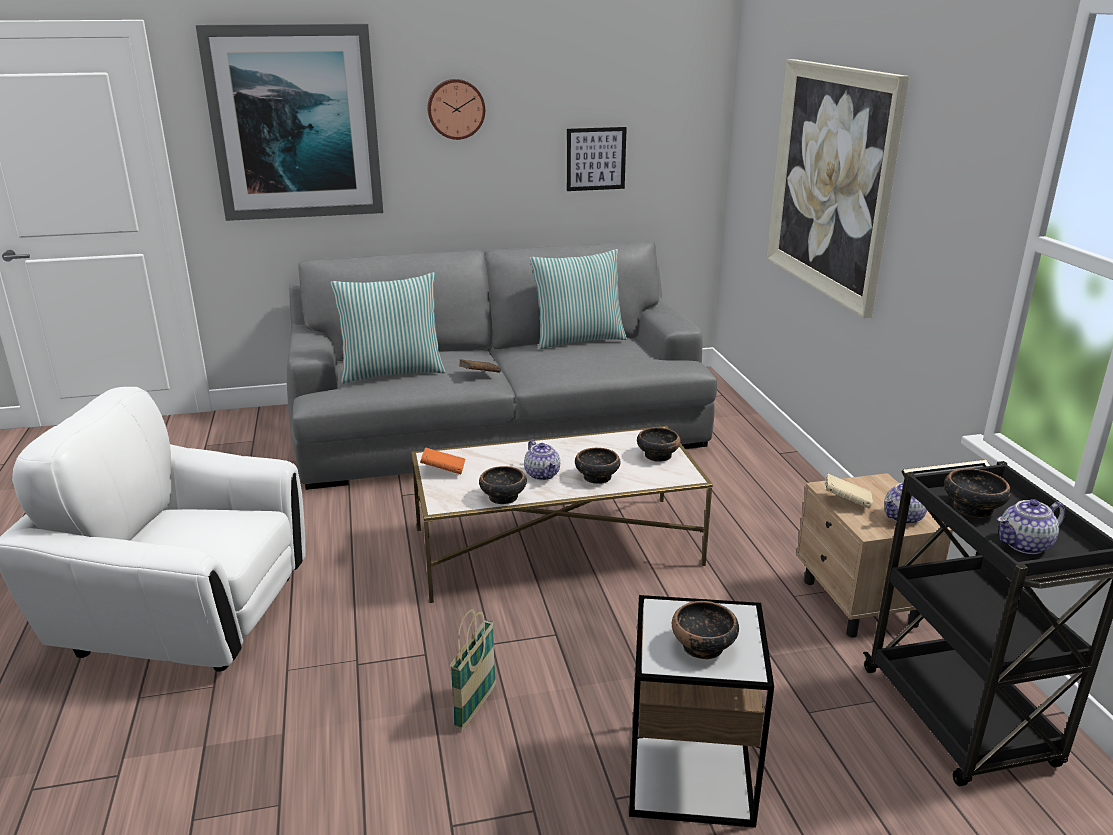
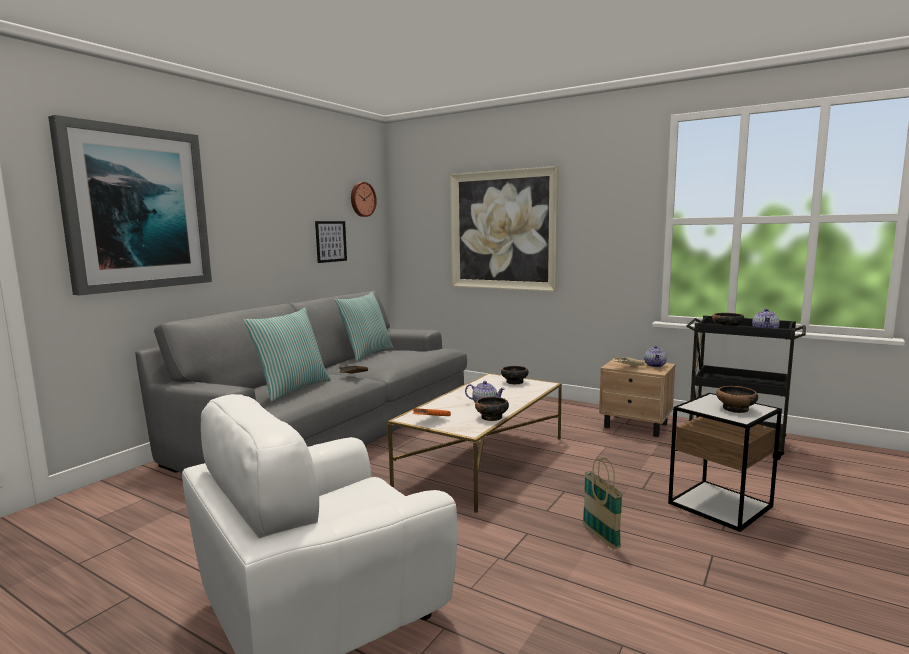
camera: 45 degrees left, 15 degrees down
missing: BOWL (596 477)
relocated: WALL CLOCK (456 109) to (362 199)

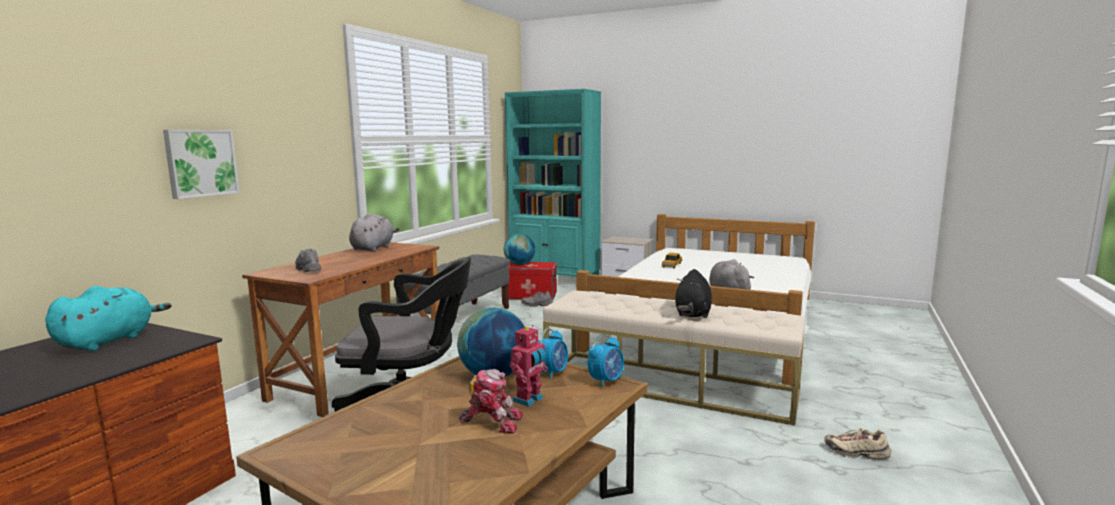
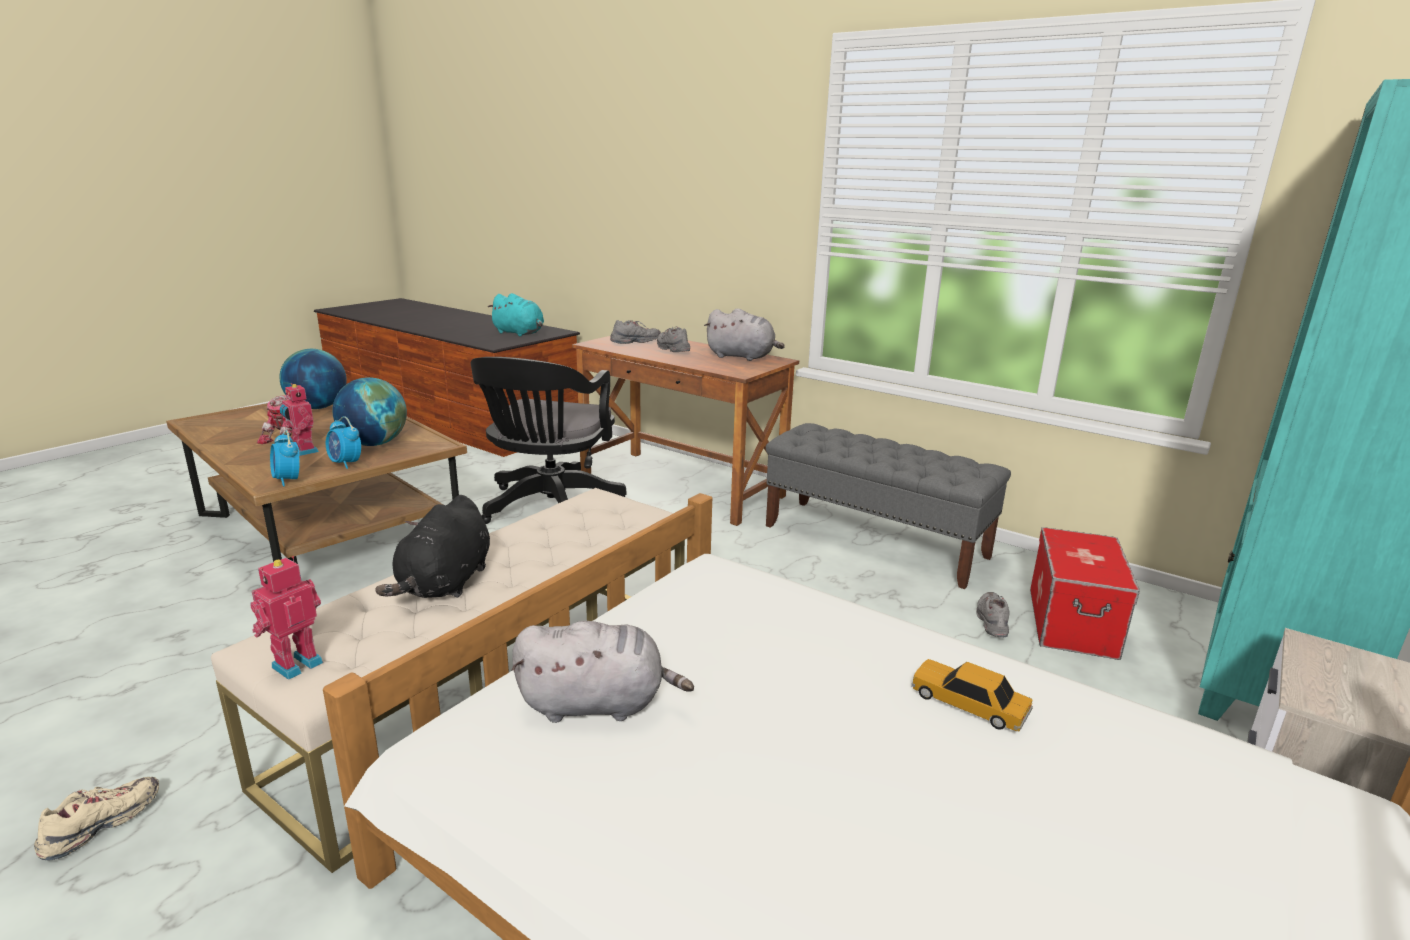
camera: 100 degrees right, 10 degrees up
missing: PICTURE (201 163)
appeared: TOY ROBOT (295 664); GREY SHOE (672 349)
relocated: GLOBE (519 264) to (318 407)
spun: BLACK PLUSH TOY (692 314) = (445 584) 105 degrees counterclockwise

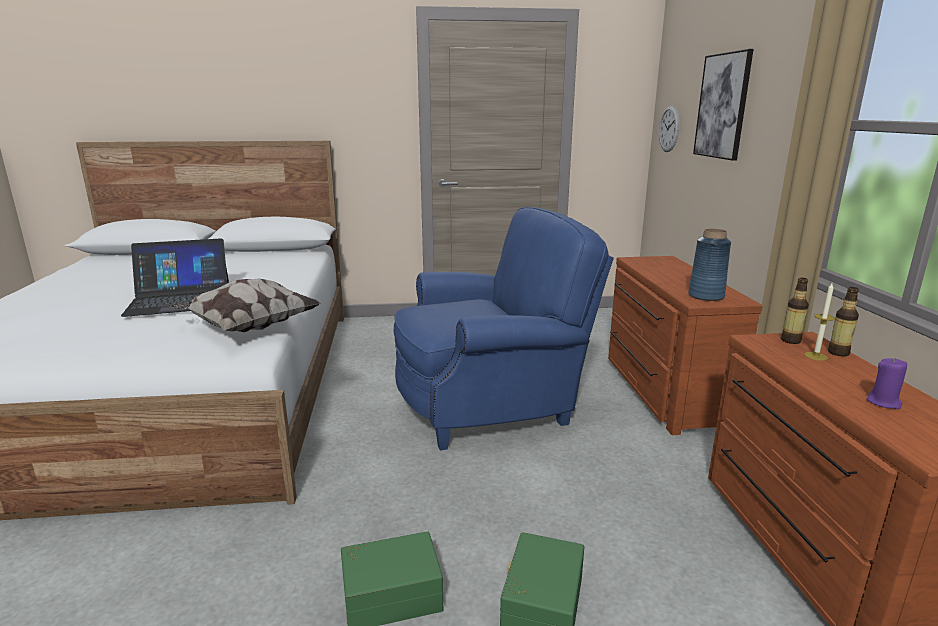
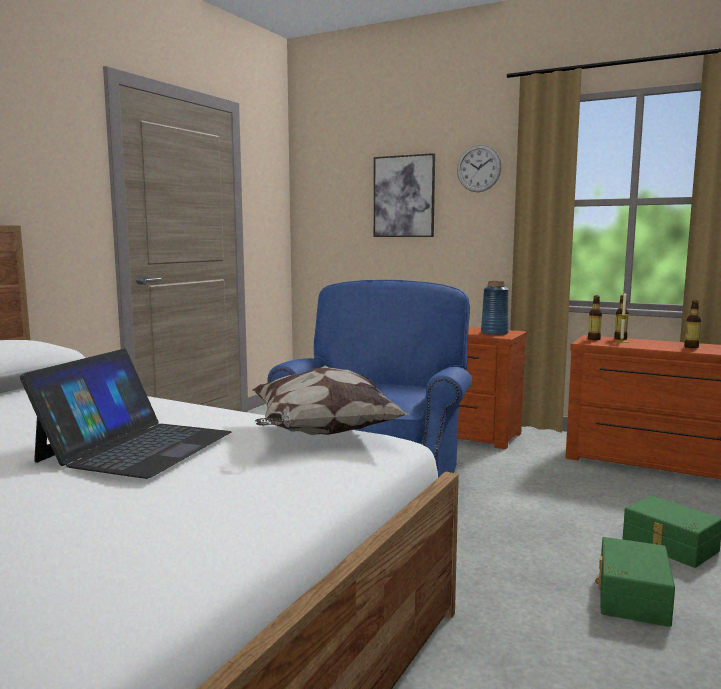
camera: 55 degrees left, 10 degrees down
relocated: WALL CLOCK (669 129) to (478 168)
exchanged: PURPLE CANDLE (884 402) to BOTTLE (691 347)

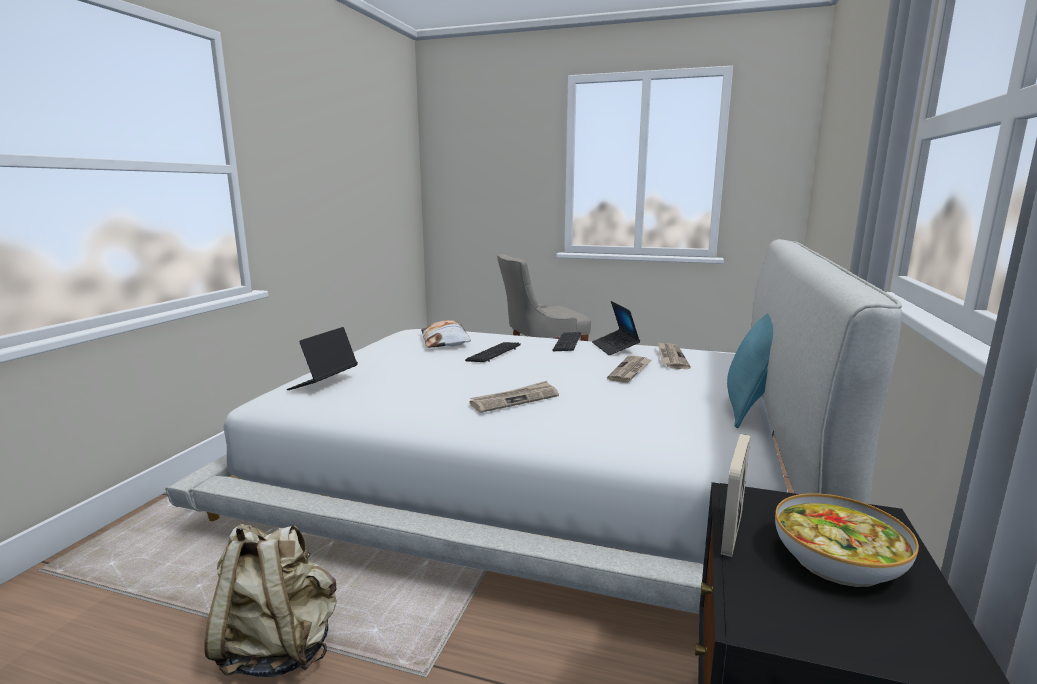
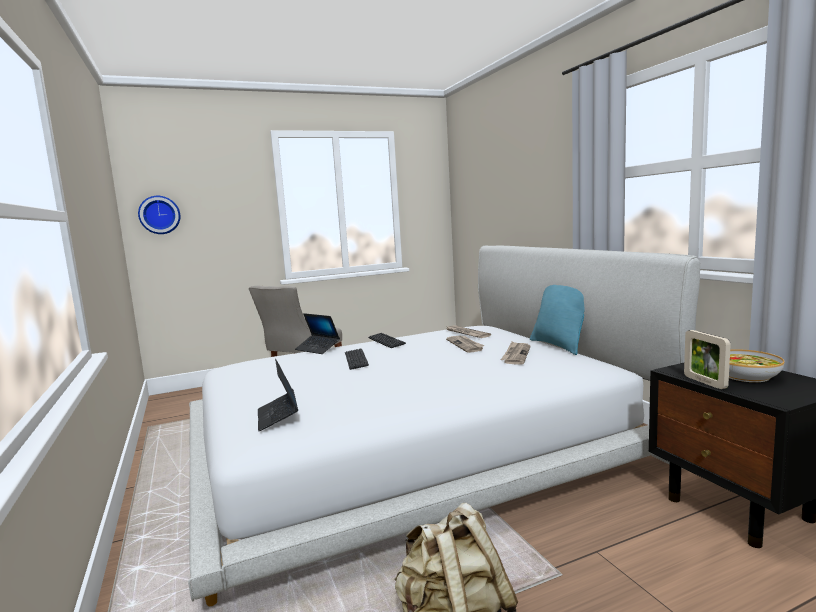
camera: 40 degrees left, 5 degrees down
missing: PILLOW (445 341)
appeared: WALL CLOCK (159 215)
relocated: NEWSPAPER (515 399) to (516 355); LAPTOP (615 348) to (317 349)

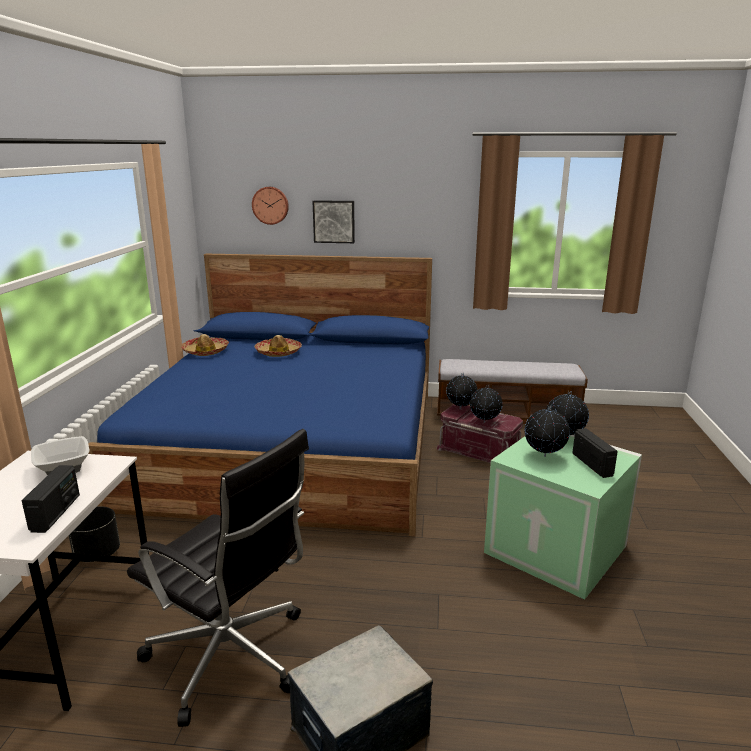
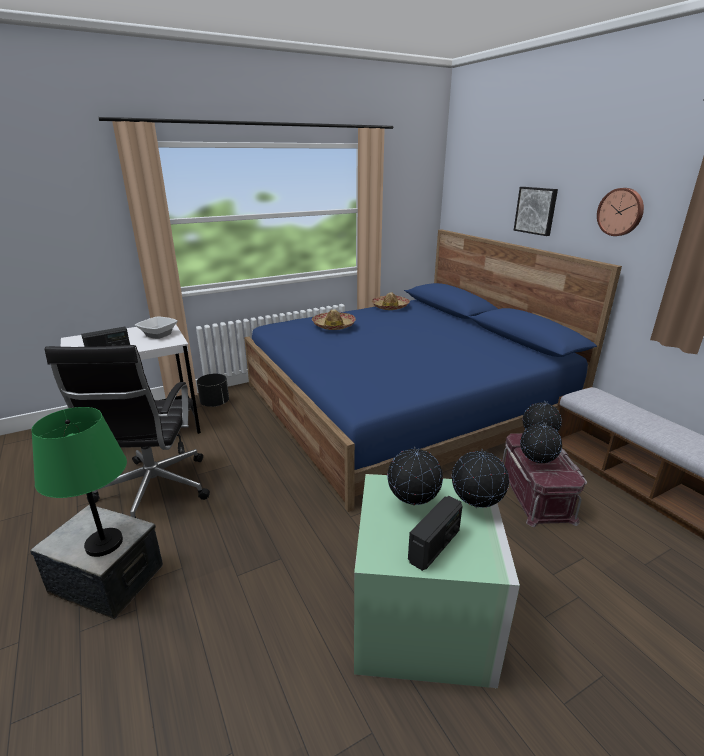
camera: 55 degrees right, 5 degrees up
appeared: GREEN TABLE LAMP (104 543)
relocated: WALL CLOCK (270 205) to (621 212); HAT (278 352) to (333 326)

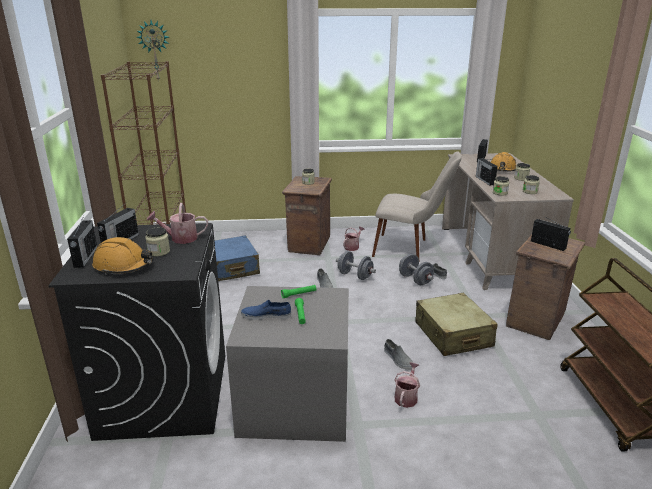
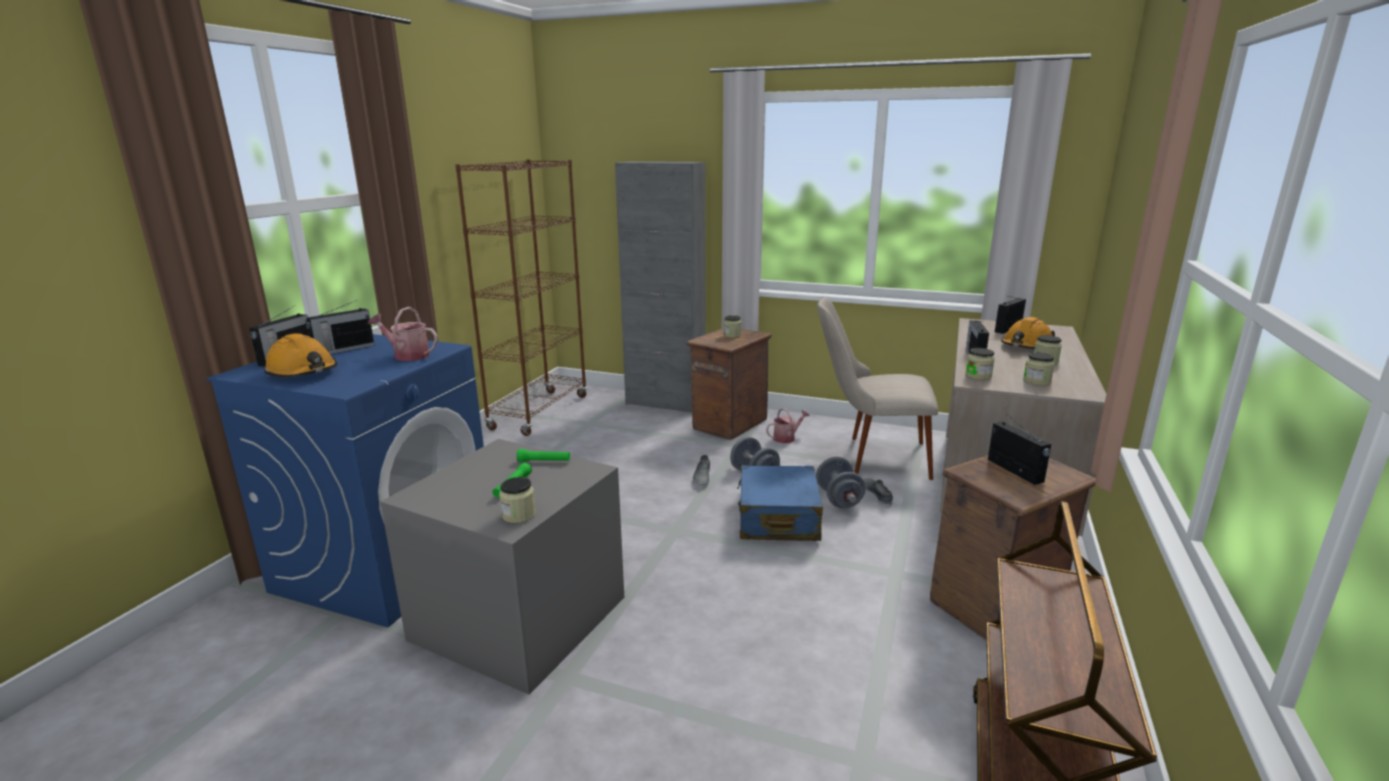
camera: 25 degrees right, 5 degrees down
missing: WALL CLOCK (155 50); BLUE SHOE (266 315); GREY SHOE (398 359); WATERING CAN (406 397); BEIGE SUITCASE (453 335)
appeared: GREY CABINET (665 403)
relocated: JAR (159 252) to (519 515); BLUE SUITCASE (232 268) to (778 518)
colour: BLACK WASHING MACHINE (164 394) to BLUE WASHING MACHINE (388 562)
spun: BEIGE CHAIR (411 249) = (871 456) 150 degrees clockwise

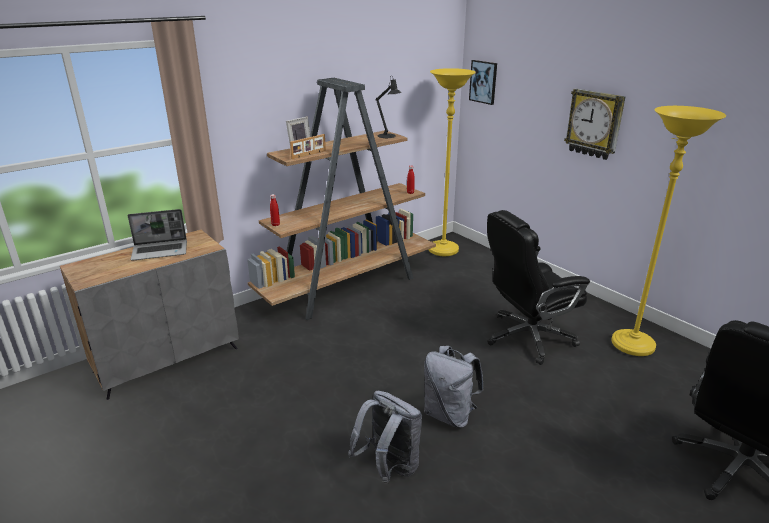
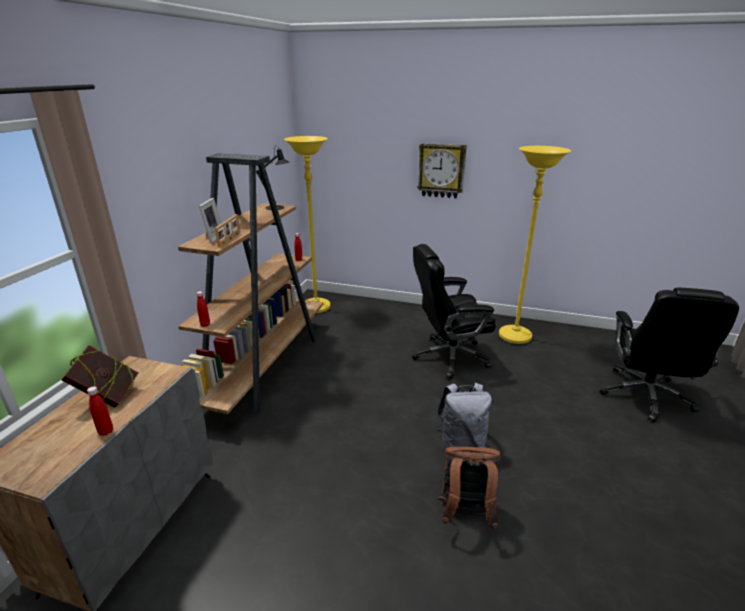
camera: 35 degrees left, 0 degrees up
missing: PICTURE (483 82)
appeared: RED BOTTLE (106 431)
exchanged: LAPTOP (161 251) to BOOK (108 398)
colour: GREY BACKPACK (388 468) to BROWN BACKPACK (465 515)
spun: BLACK OFFICE CHAIR (527 337) = (449 357) 45 degrees clockwise

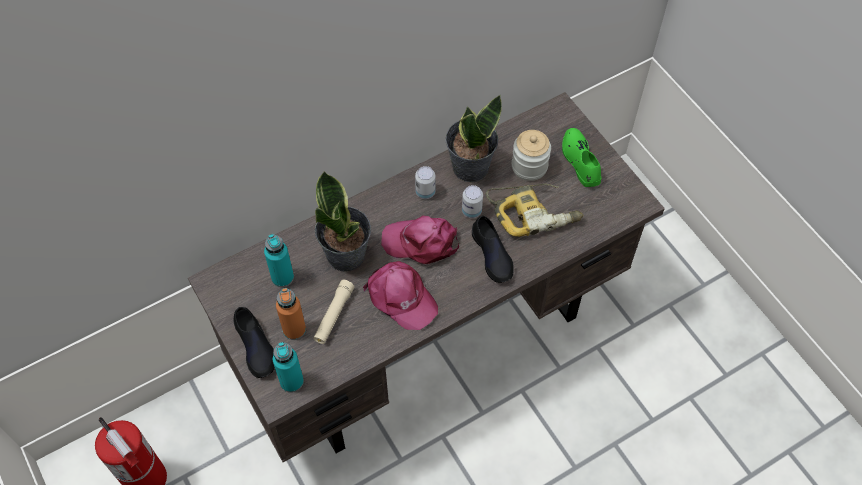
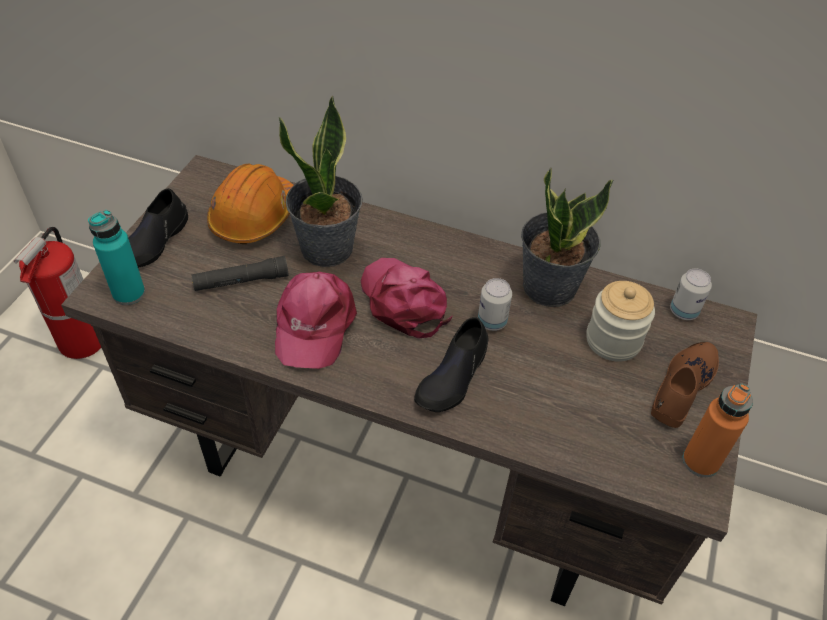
camera: 50 degrees right, 10 degrees down
missing: POWER DRILL (534 212)
relocated: ORANGE BOTTLE (294 329) to (700 461); CAN (425 192) to (683 311)
exchanged: TURQUOISE BOTTLE (282 277) to ORANGE HARD HAT (254 217)
colour: BEIGE FLASHLIGHT (334 315) to BLACK FLASHLIGHT (241 281); GREEN SHOE (580 161) to BROWN SHOE (682 387)

